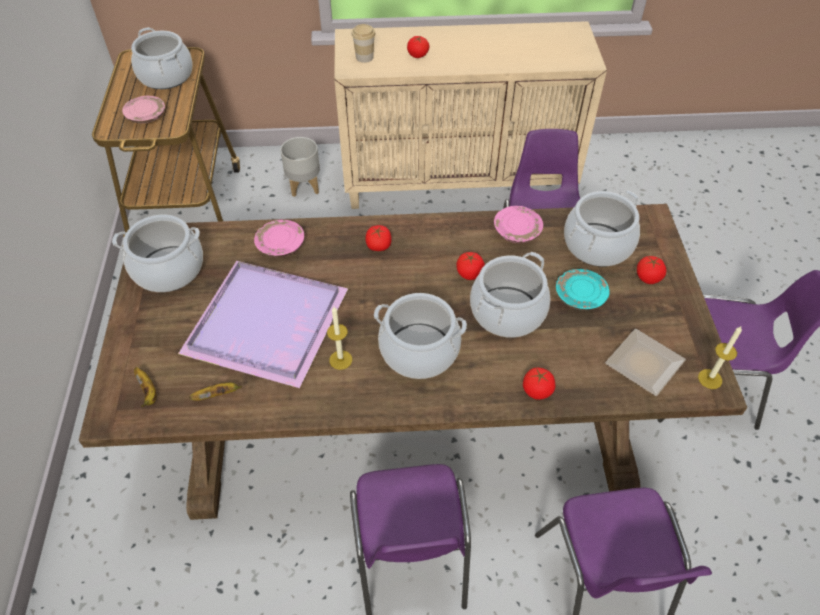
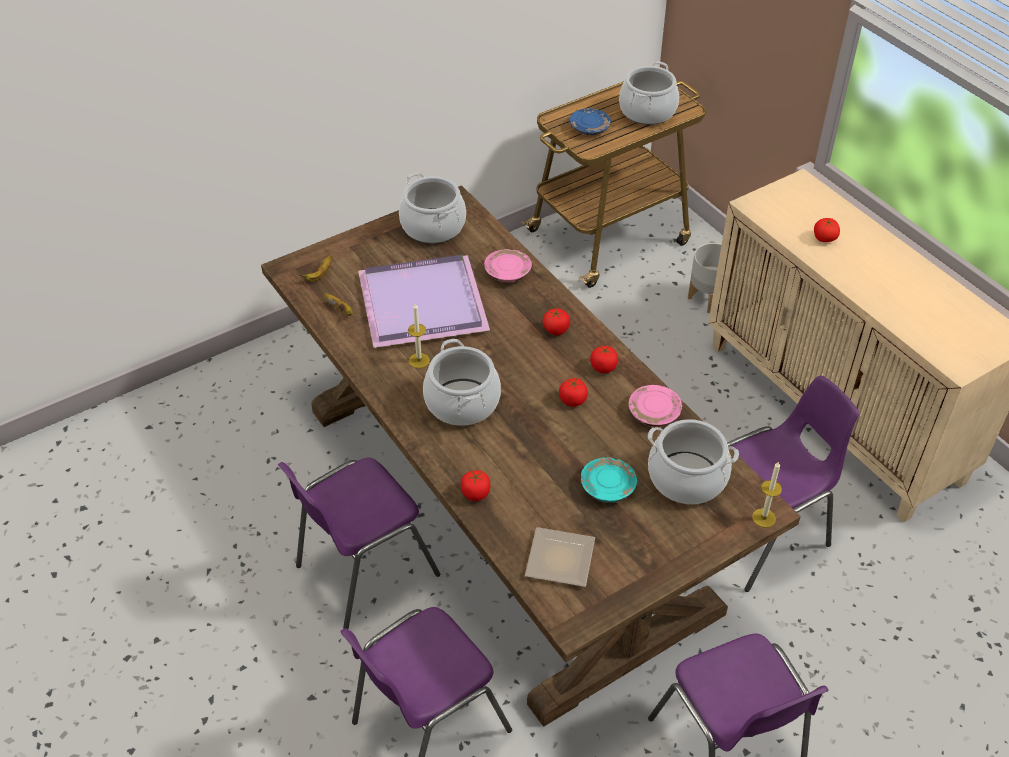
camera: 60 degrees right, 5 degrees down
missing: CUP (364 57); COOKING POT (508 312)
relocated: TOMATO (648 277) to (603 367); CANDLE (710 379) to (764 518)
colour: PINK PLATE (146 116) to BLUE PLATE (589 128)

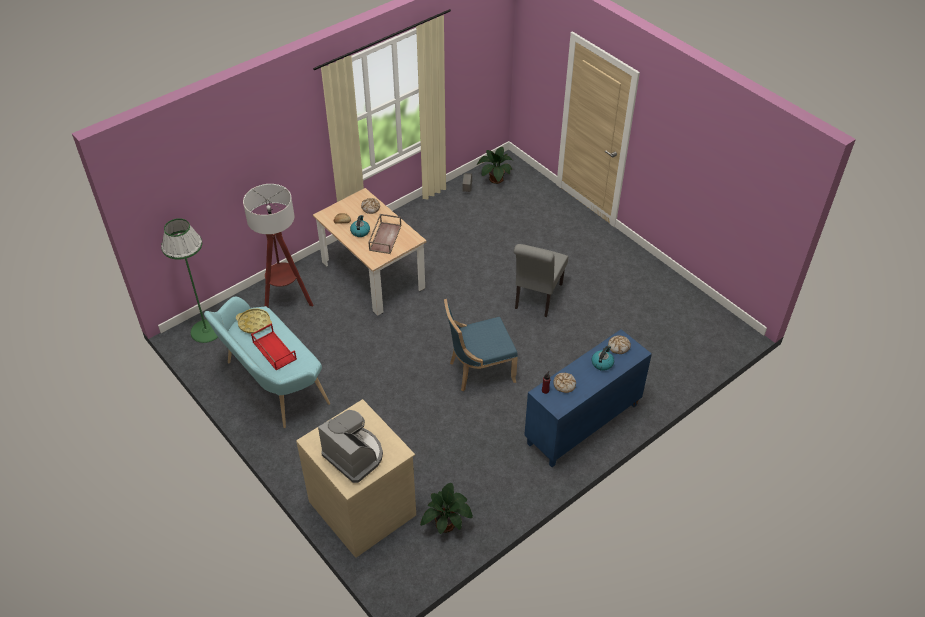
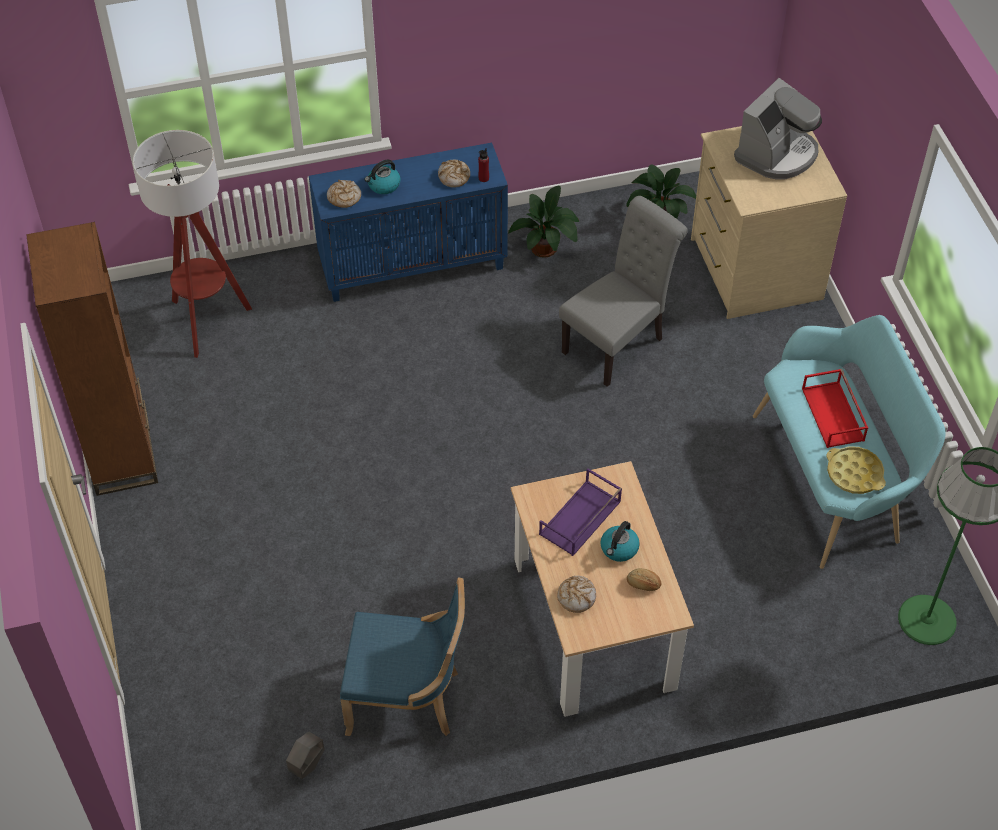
camera: 155 degrees left, 5 degrees up
appeared: BROWN BOOKCASE (122 454)
relocated: FLOOR LAMP (286 301) to (206 321); BLUE CHAIR (479 370) to (407 699); POTTED PLANT (495 179) to (546 247); GREY CHAIR (536 298) to (618 343)
colour: BROWN TRAY (385 237) to PURPLE TRAY (580 519)
spun: COFFEE MACHINE (354 455) = (777 154) 120 degrees counterclockwise

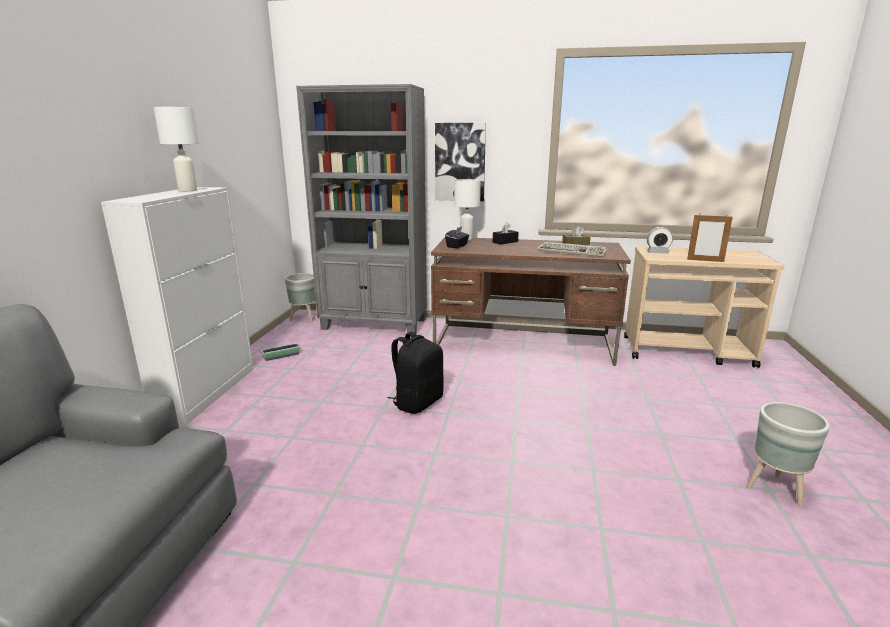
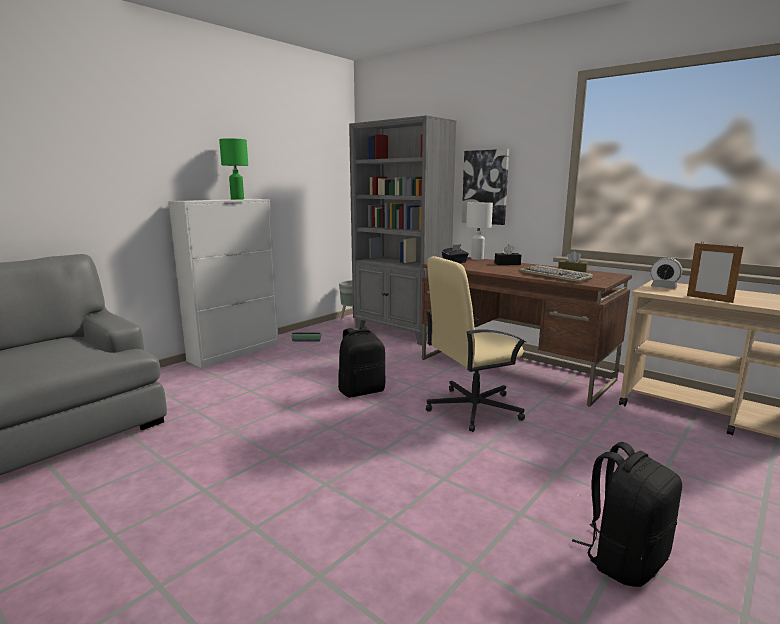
camera: 30 degrees right, 5 degrees down
appeared: BEIGE OFFICE CHAIR (472 409)
exchanged: GREY PLANTER (773 488) to BLACK BACKPACK (624 559)
colour: WHITE TABLE LAMP (188 190) to GREEN TABLE LAMP (238 199)

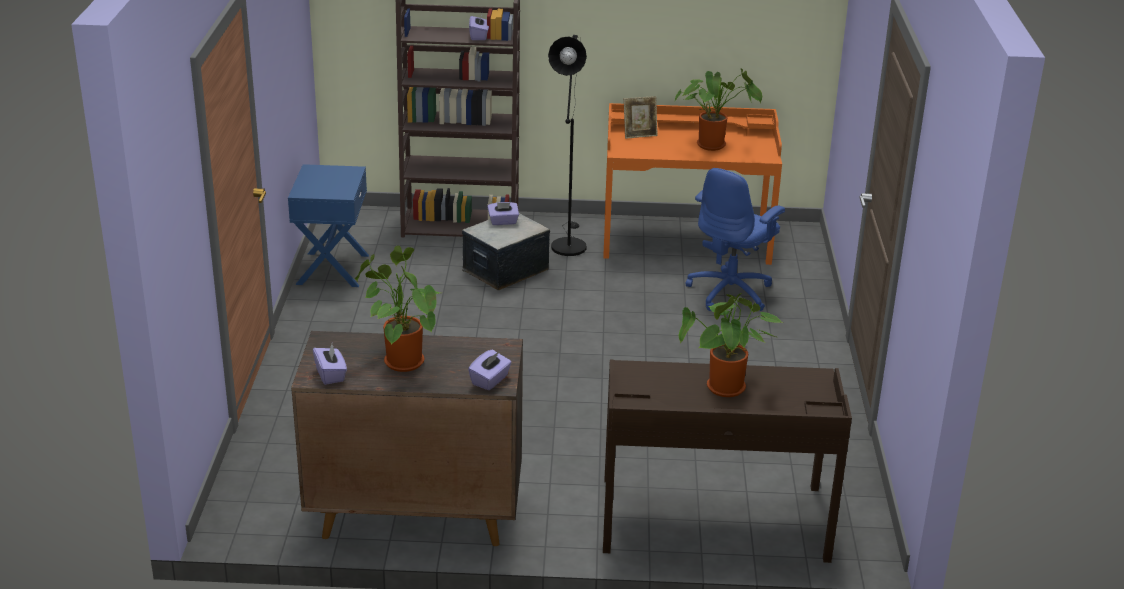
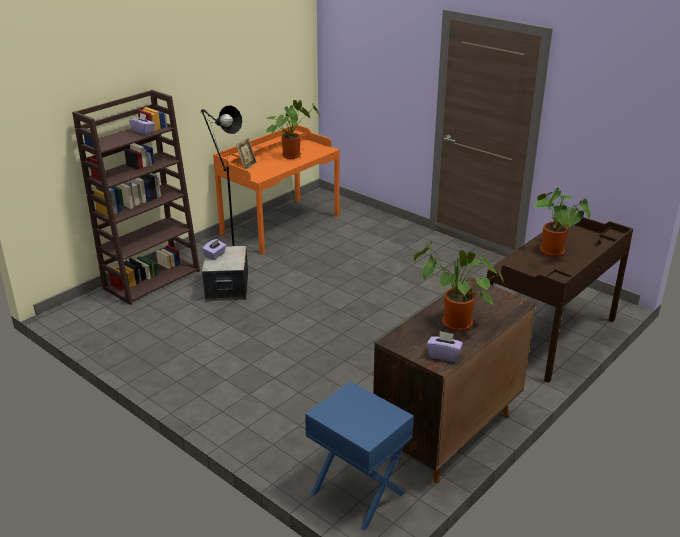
camera: 50 degrees left, 0 degrees up
missing: PURPLE TISSUE BOX (490 380); BLUE OFFICE CHAIR (731 292)
relocated: BLUE NIGHTSTAND (331 269) to (357 494)

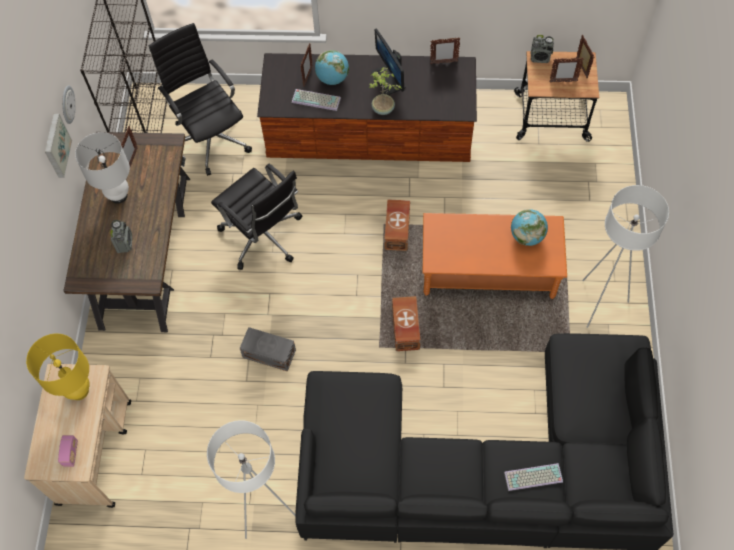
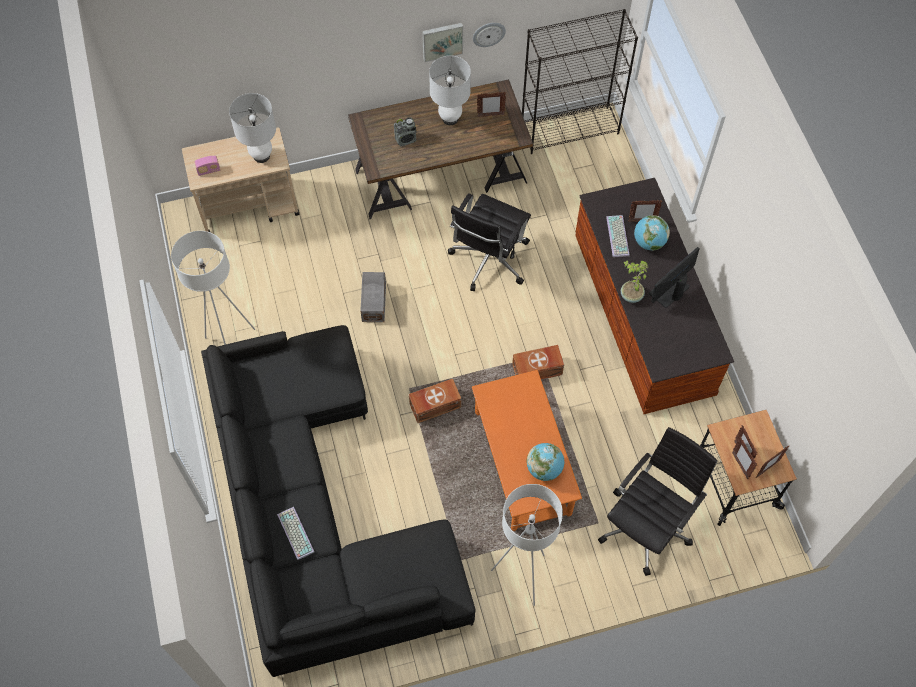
camera: 70 degrees right, 0 degrees up
missing: RADIO (540 58)
relocated: BLACK OFFICE CHAIR (211 138) to (647 525); PICTURE FRAME (443 62) to (739 465)
colour: YELLOW TABLE LAMP (79 391) to WHITE TABLE LAMP (261 156)

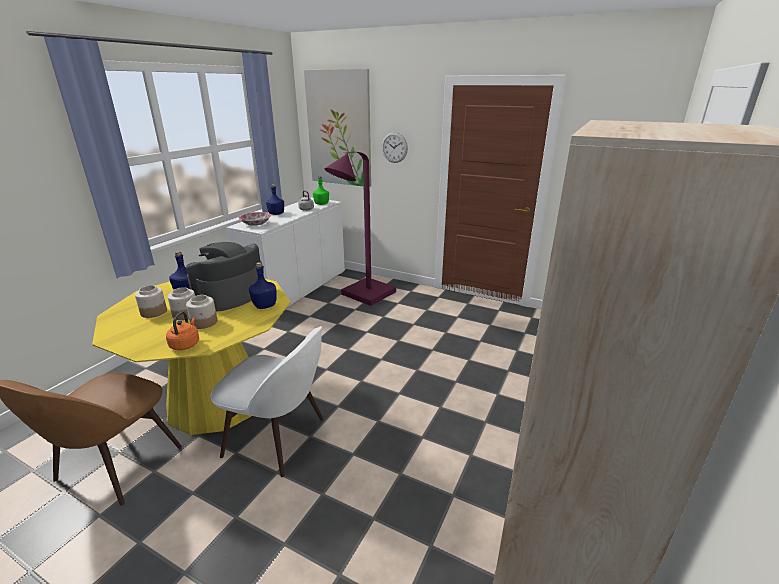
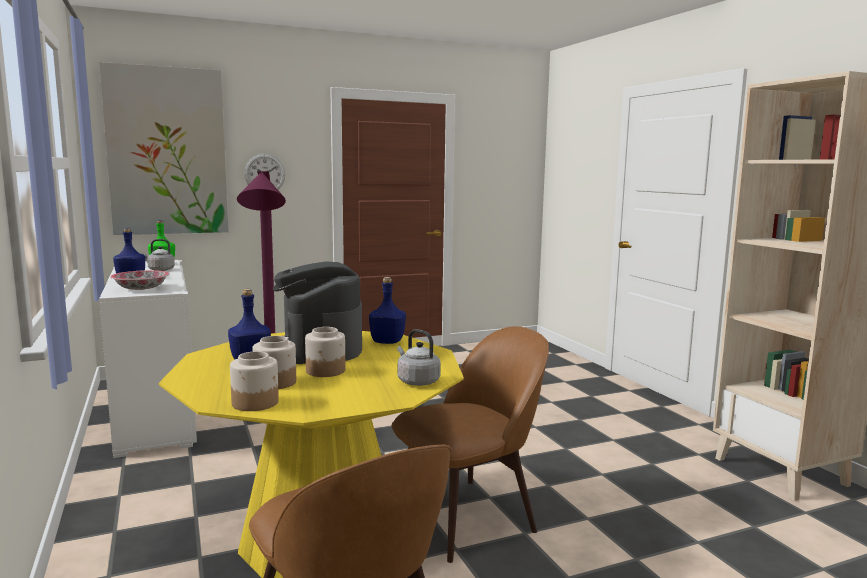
camera: 50 degrees left, 15 degrees down
relocated: JAR (204 322) to (256 403)
colour: ORANGE KETTLE (185 344) to GREY KETTLE (417 381); WHITE CHAIR (278 438) to BROWN CHAIR (467 515)

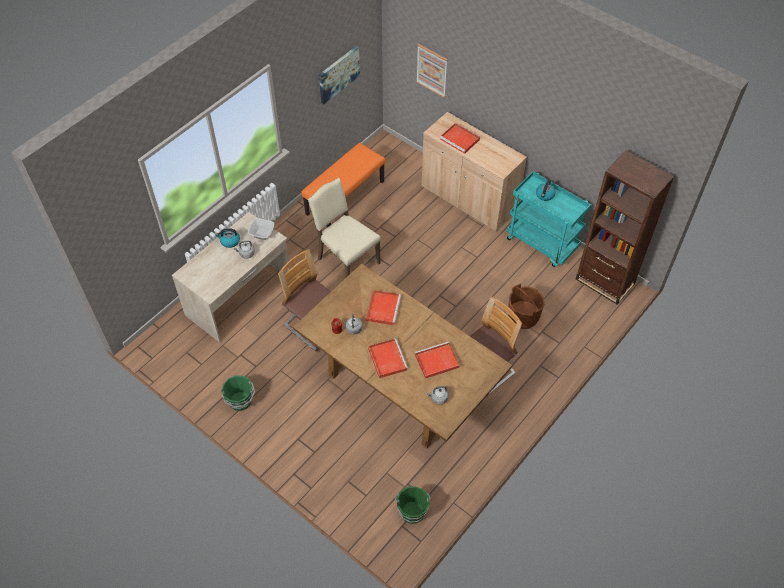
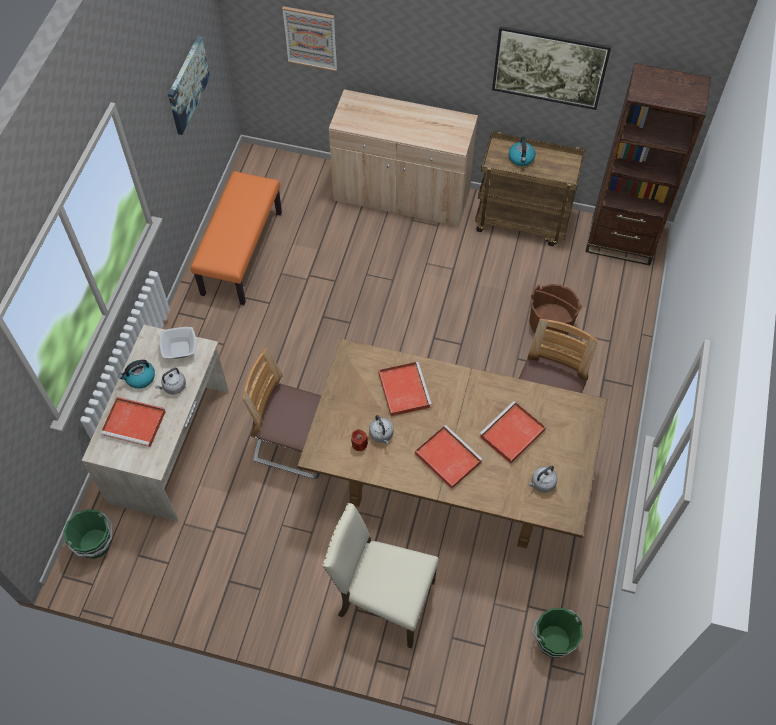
camera: 25 degrees left, 5 degrees up
appeared: PICTURE (546 83)
relocated: GREEN BUCKET (240 401) to (95 543); BEIGE CHAIR (346 261) to (383 600); RED TRAY (460 140) to (135 423)
colour: TURQUOISE CART (542 243) to BROWN CART (522 221)

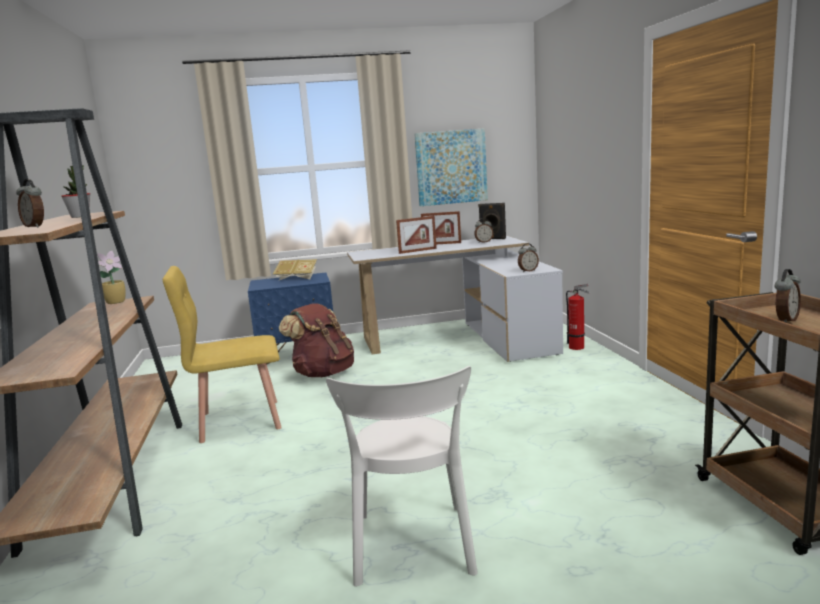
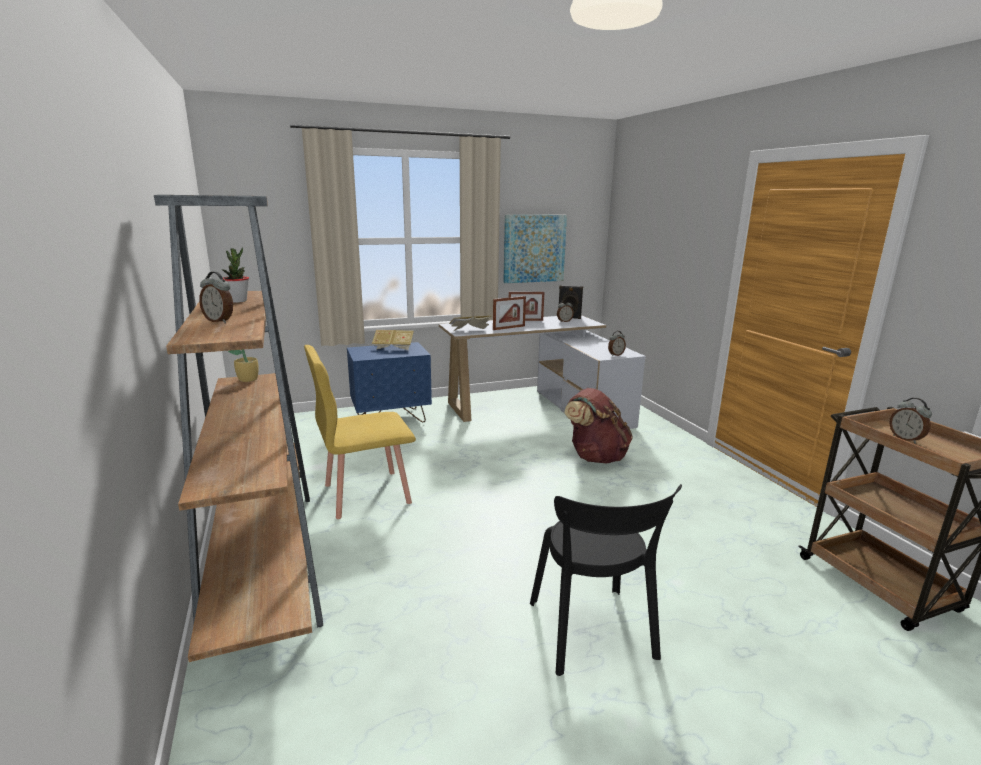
camera: 10 degrees left, 5 degrees up
missing: FIRE EXTINGUISHER (578 347)
appeared: BOOK (470 331)
relocated: BROWN BACKPACK (323 373) to (595 457)
colour: WHITE CHAIR (413 548) to BLACK CHAIR (593 633)
spun: ALARM CLOCK (785 320) = (906 439) 120 degrees clockwise

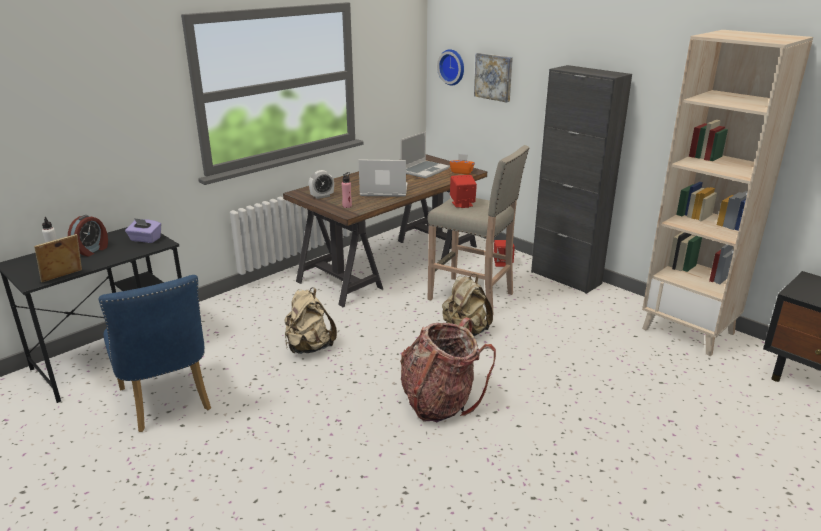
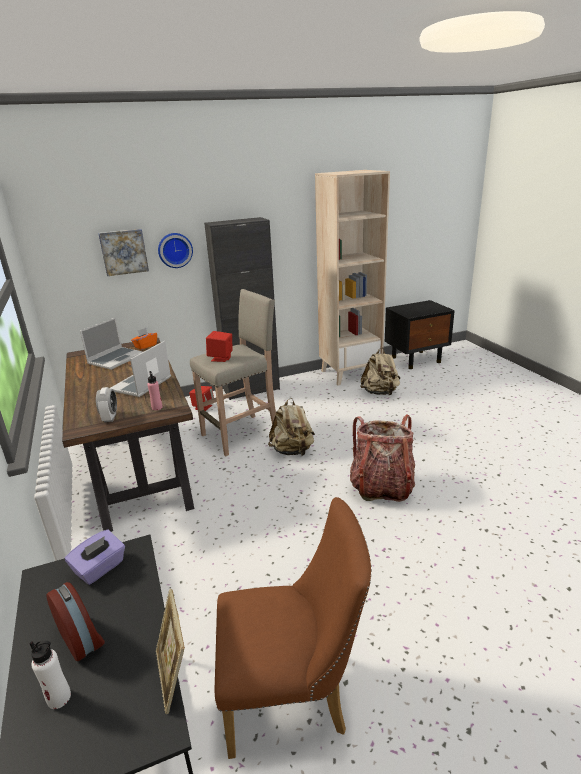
camera: 65 degrees left, 0 degrees up
relocated: BEIGE BACKPACK (309 347) to (380 392); WALL CLOCK (452 67) to (175 250)
colour: BLUE CHAIR (167 403) to BROWN CHAIR (294 696)
spun: LAPTOP (424 170) = (116 359) 60 degrees clockwise

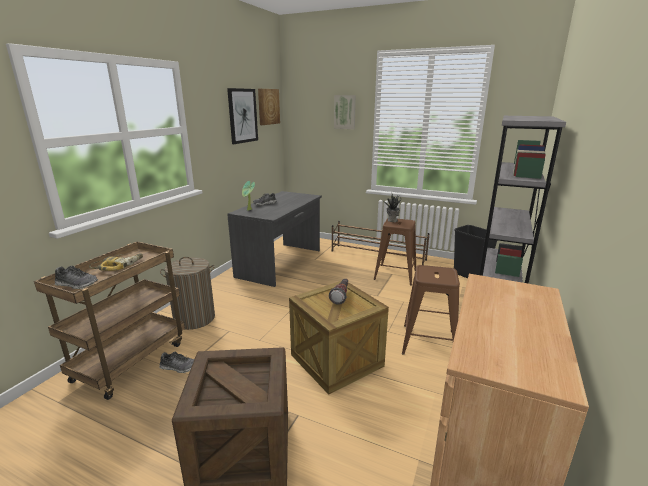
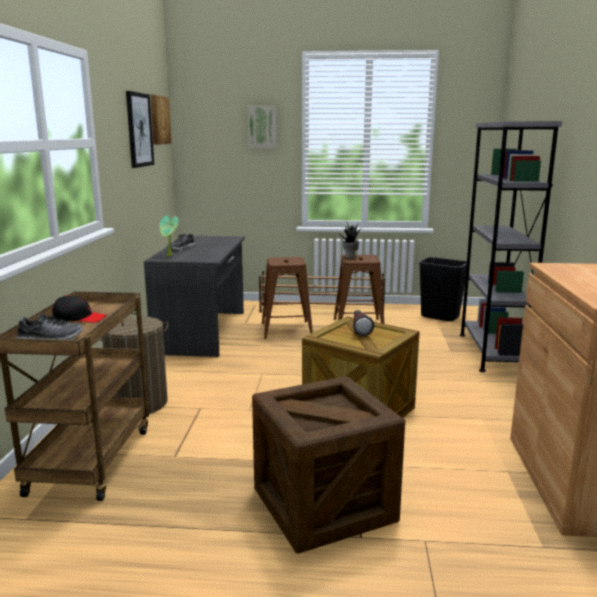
camera: 20 degrees left, 5 degrees down
missing: SHOE (178 367)
relocated: BROWN STOOL (428 342) to (286 329)
exchanged: POWER DRILL (119 265) to BLACK CAP (79 318)

